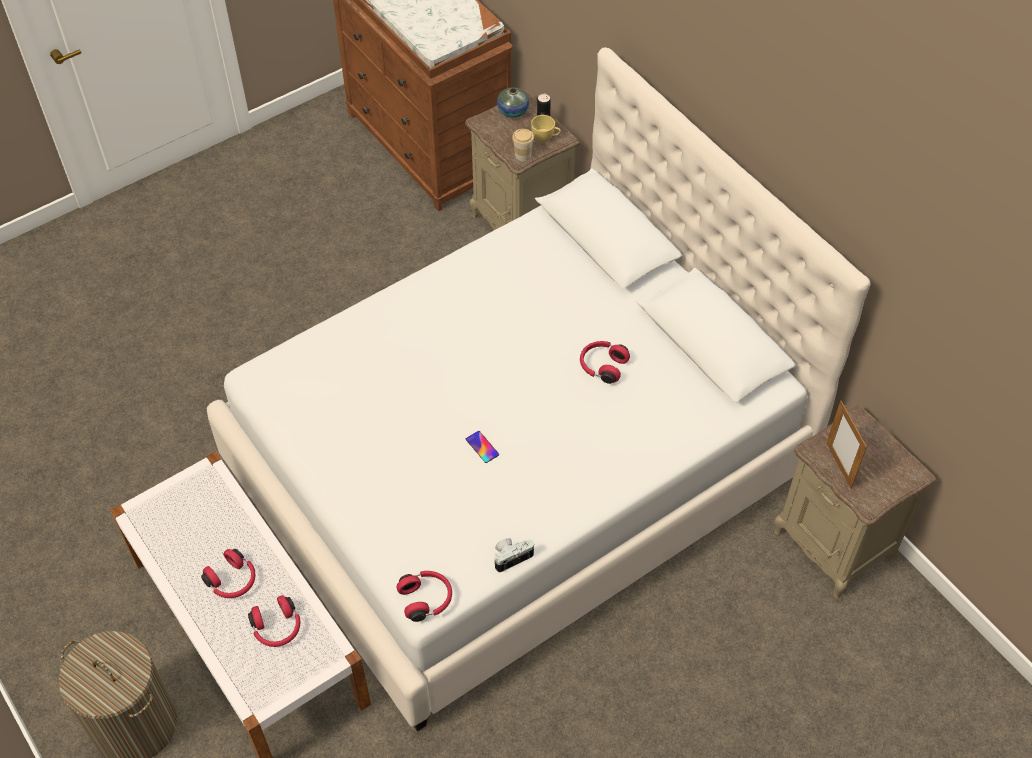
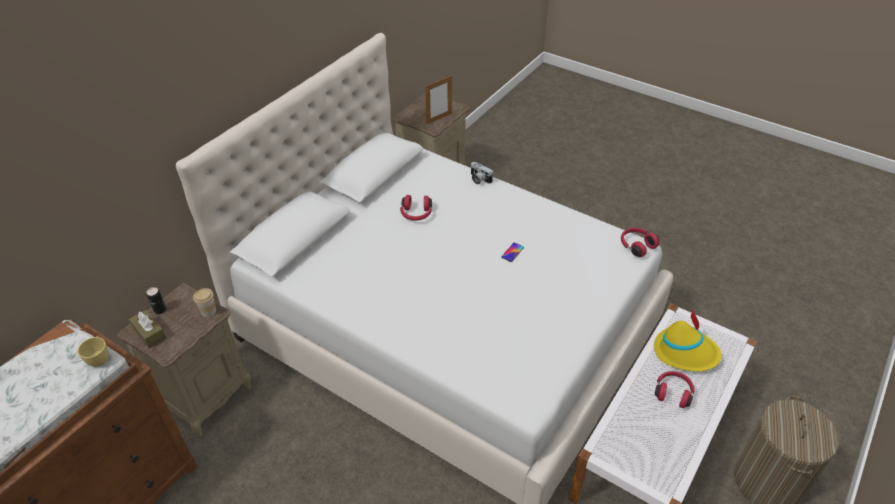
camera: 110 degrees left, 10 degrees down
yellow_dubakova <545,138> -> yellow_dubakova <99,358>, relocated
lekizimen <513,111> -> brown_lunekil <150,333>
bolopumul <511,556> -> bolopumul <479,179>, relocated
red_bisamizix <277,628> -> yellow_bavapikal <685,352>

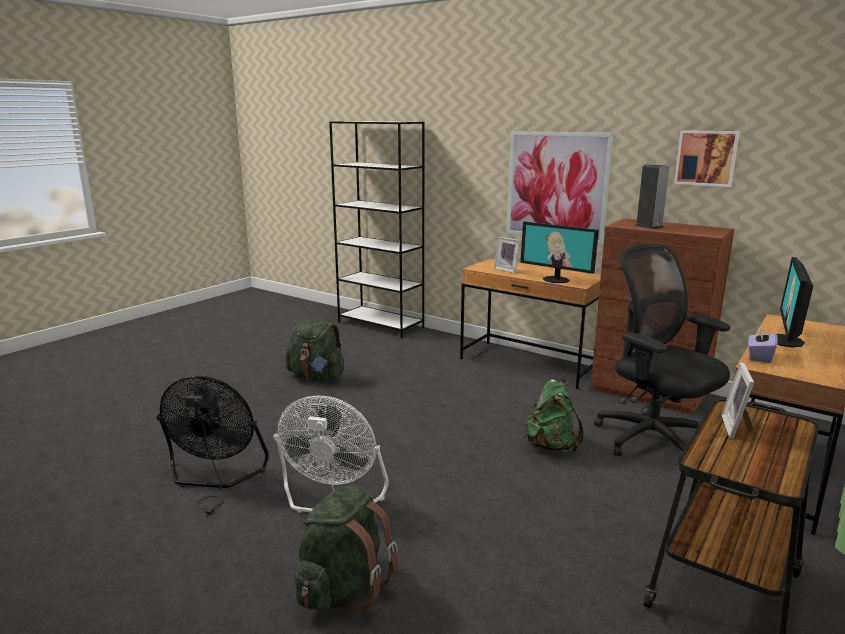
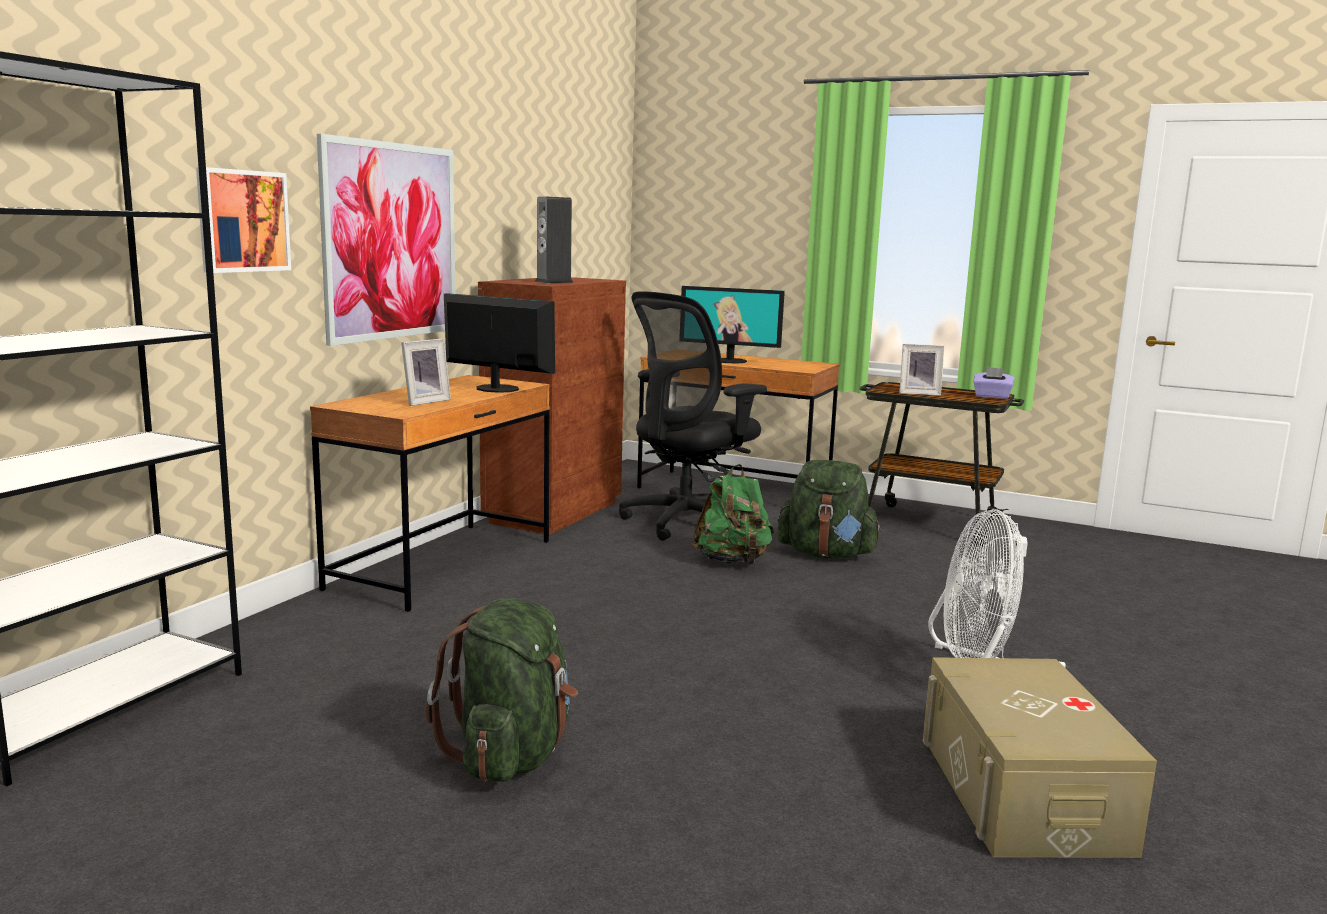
camera: 100 degrees left, 5 degrees down
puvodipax <706,158> -> puvodipax <241,221>, relocated
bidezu <556,279> -> bidezu <496,389>, 90 degrees counterclockwise
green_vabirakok <344,588> -> green_vabirakok <826,554>, relocated
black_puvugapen <212,479> -> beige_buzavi <1022,792>
purple_lunekil <759,356> -> purple_lunekil <992,396>, relocated

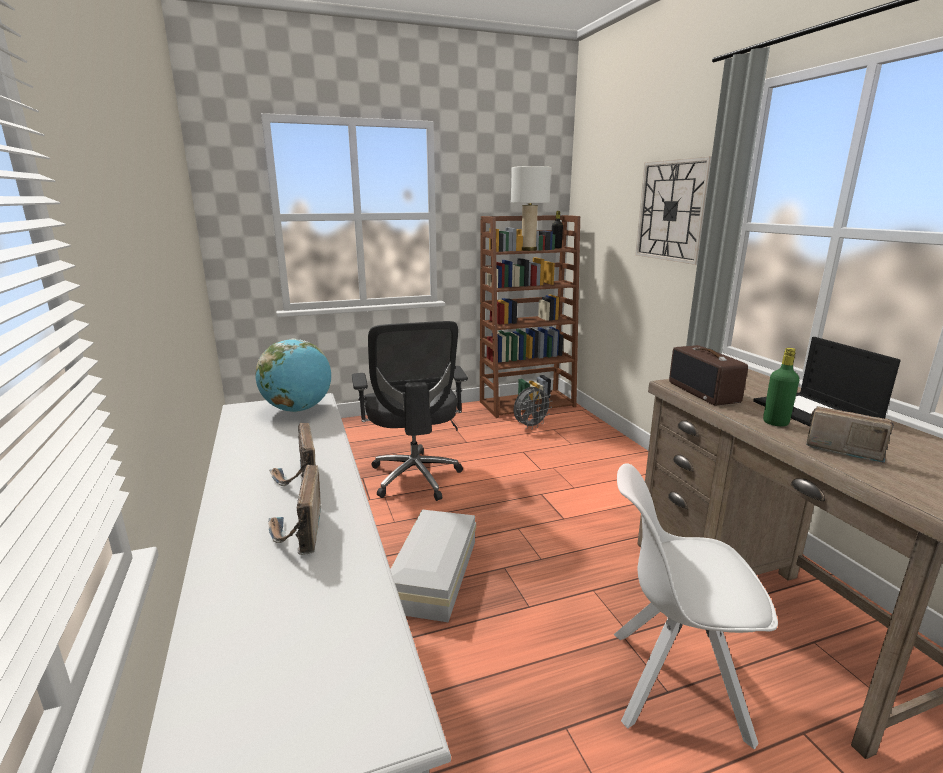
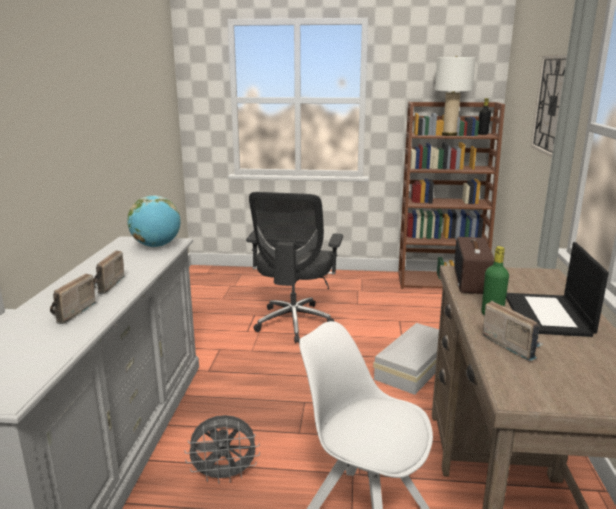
camera: 25 degrees right, 0 degrees up
grey_puvugapen <530,426> -> grey_puvugapen <225,476>, relocated
white_buzavi <436,573> -> white_buzavi <416,366>, relocated

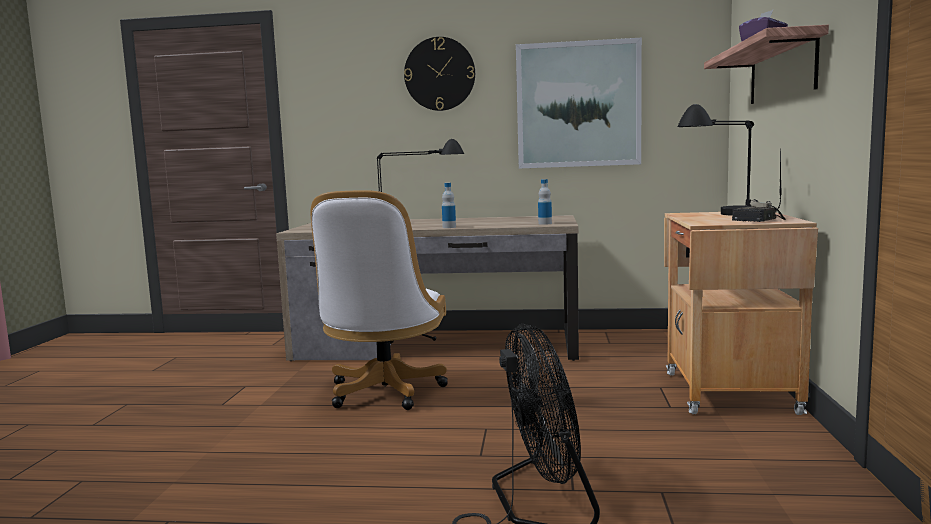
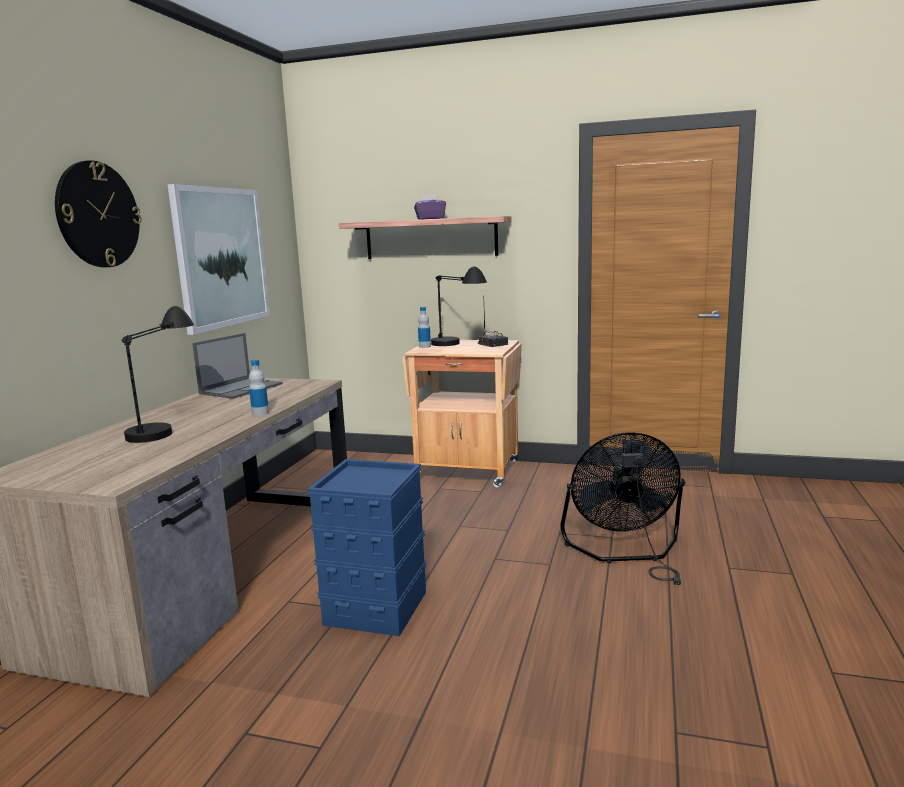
camera: 80 degrees left, 5 degrees up
none -> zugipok <242,388>
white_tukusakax <383,396> -> blue_buzavi <376,609>
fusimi <545,223> -> fusimi <424,346>, relocated

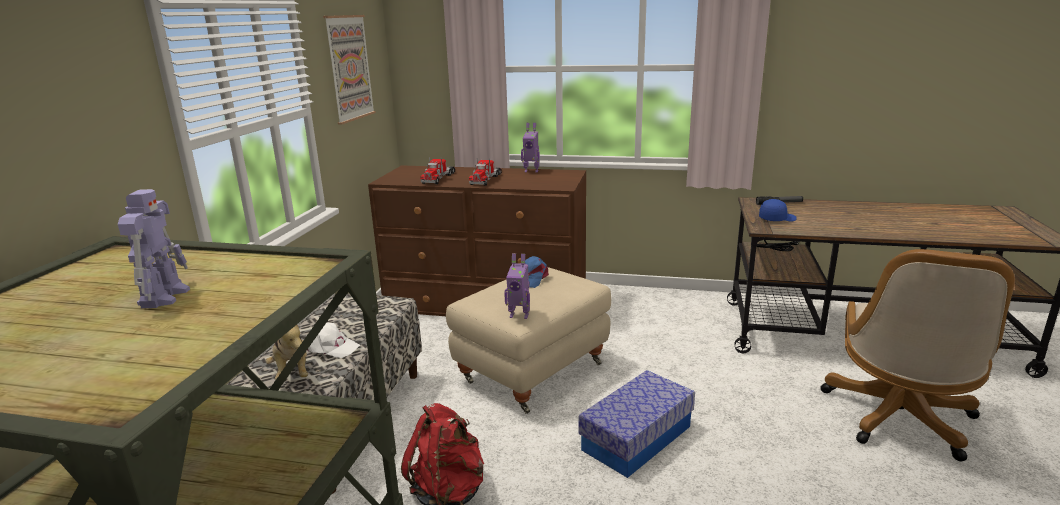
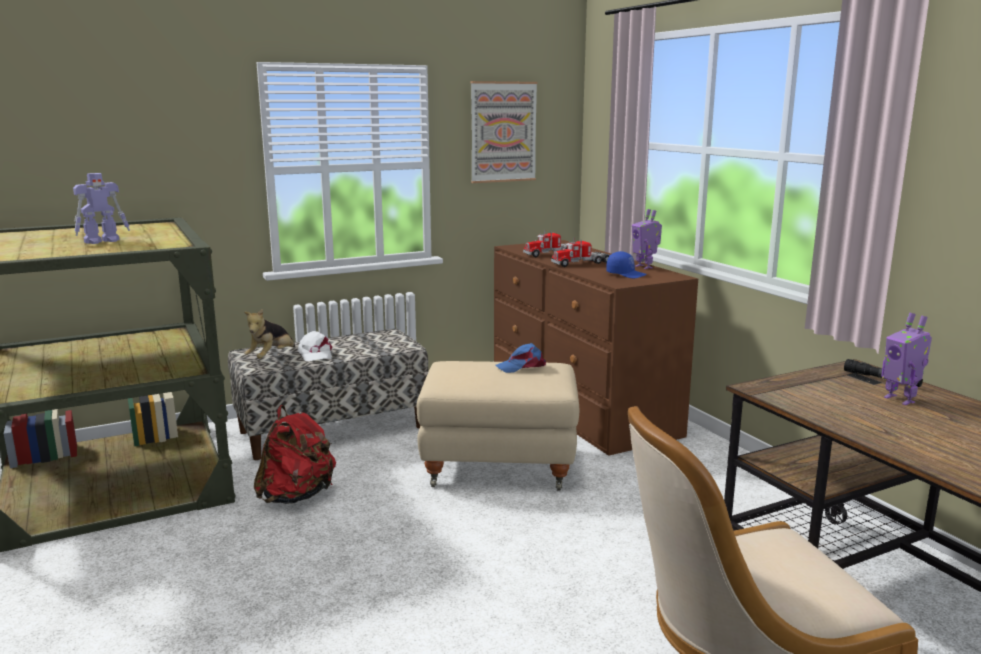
camera: 50 degrees right, 5 degrees down
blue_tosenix <777,219> -> blue_tosenix <626,274>, relocated
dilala <519,315> -> dilala <900,399>, relocated
buzavi <636,438> -> none

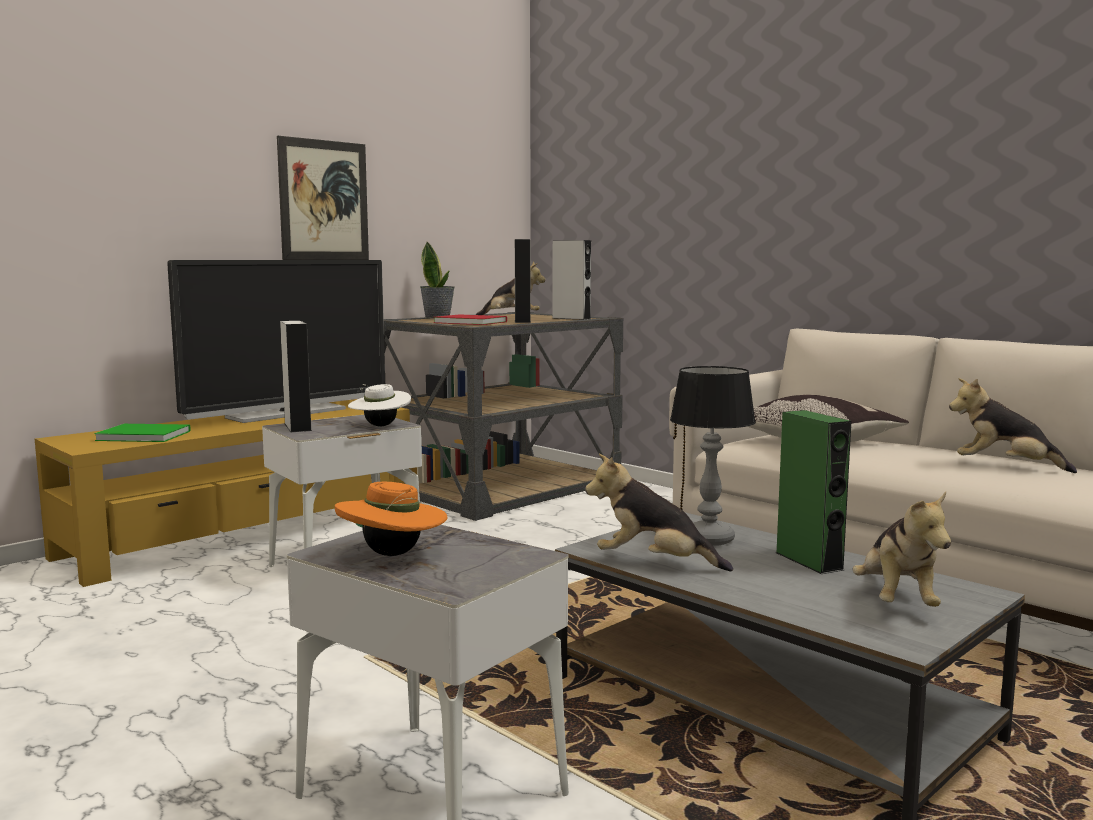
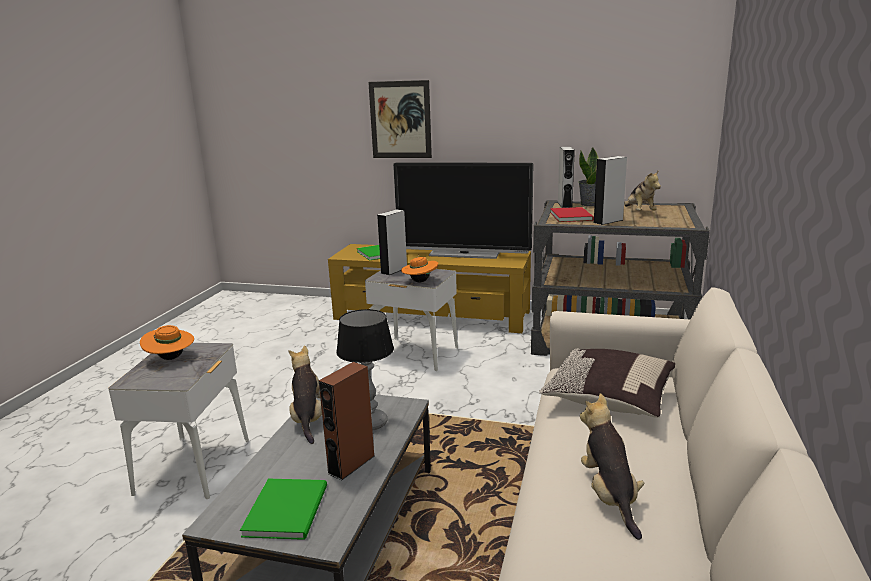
camera: 60 degrees right, 10 degrees up
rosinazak <896,601> -> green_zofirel <289,509>
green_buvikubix <809,561> -> brown_buvikubix <351,464>
puvodipax <324,200> -> puvodipax <400,120>, relocated
white_bavapikal <380,426> -> orange_bavapikal <420,281>
grey_buvikubix <571,318> -> grey_buvikubix <564,205>, relocated

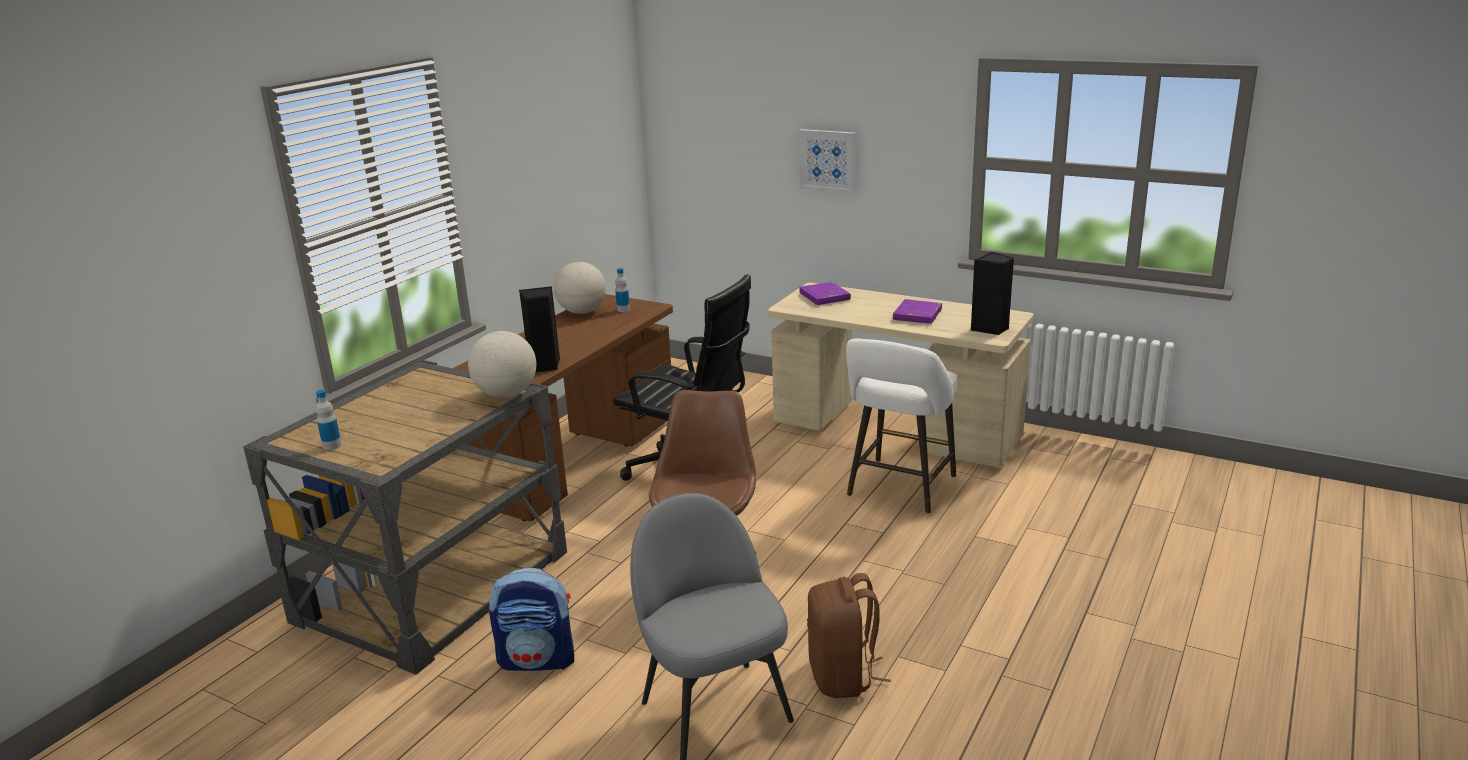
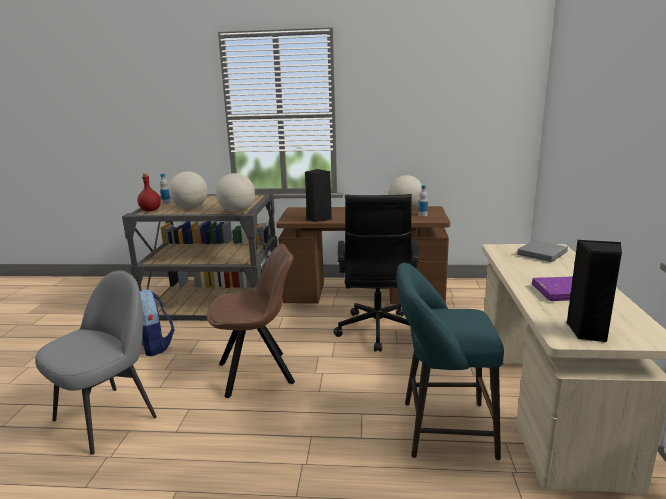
camera: 65 degrees right, 5 degrees down
none -> red_fusimi <150,210>
none -> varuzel <190,208>
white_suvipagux <899,489> -> turquoise_suvipagux <441,429>
purple_zofirel <824,297> -> grey_zofirel <541,254>
puvodipax <828,160> -> none
brown_vabirakok <843,677> -> none

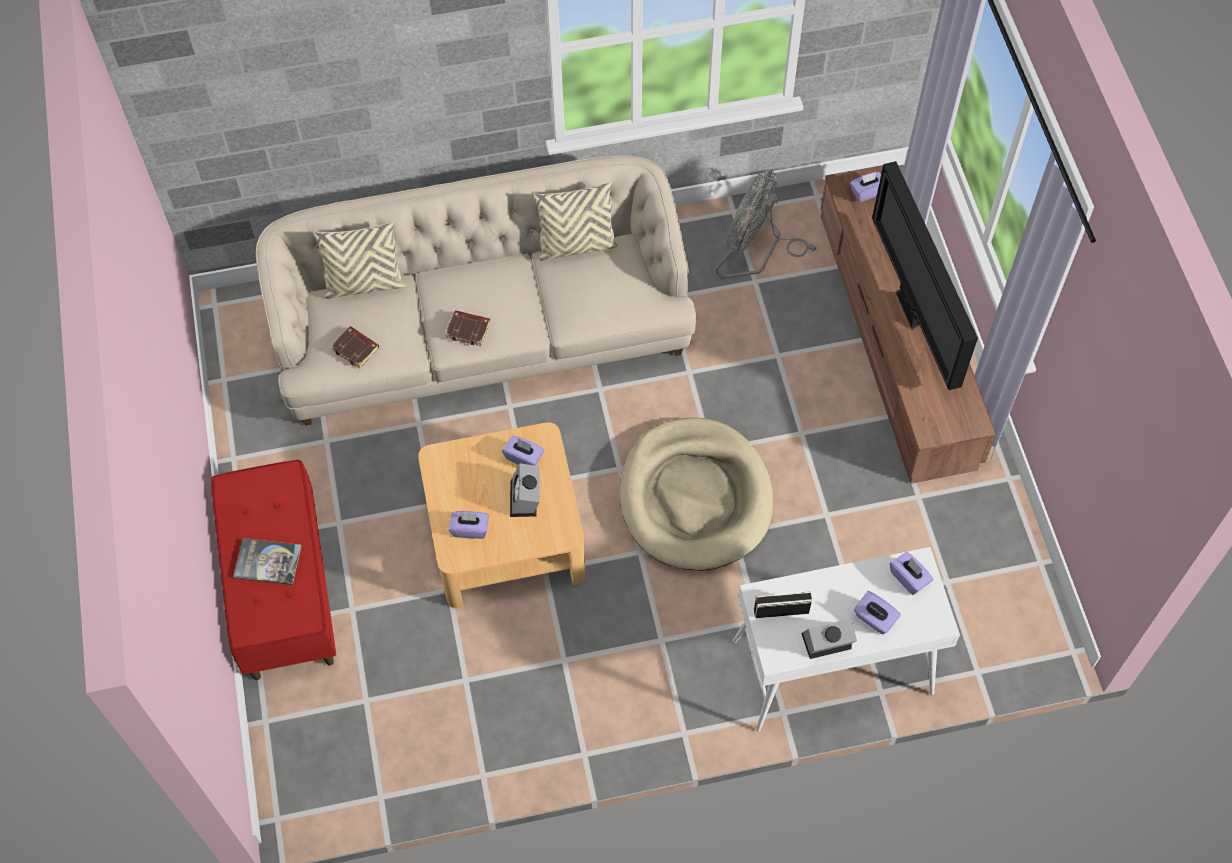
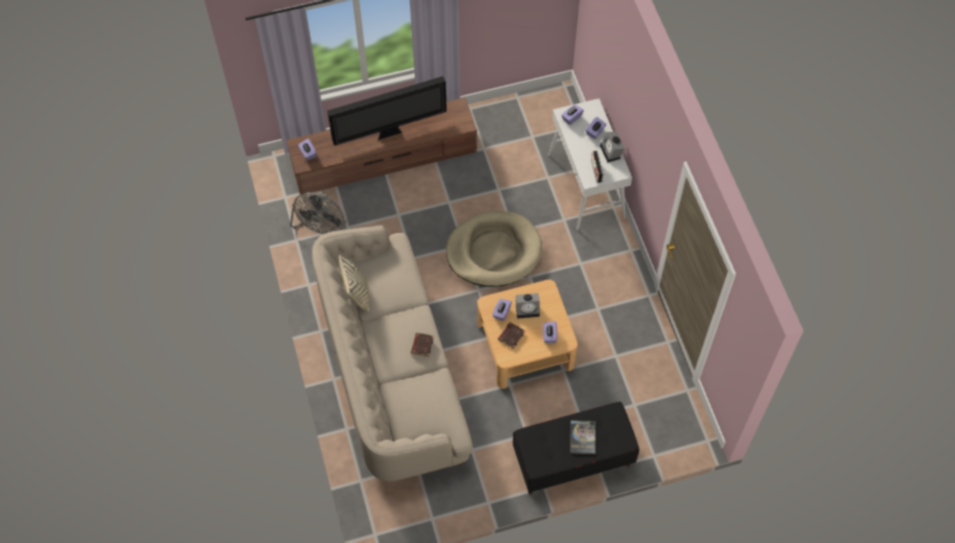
camera: 95 degrees left, 0 degrees up
brown_zofirel <356,349> -> brown_zofirel <511,335>, relocated
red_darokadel <282,589> -> black_darokadel <572,459>
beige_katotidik <364,284> -> none

